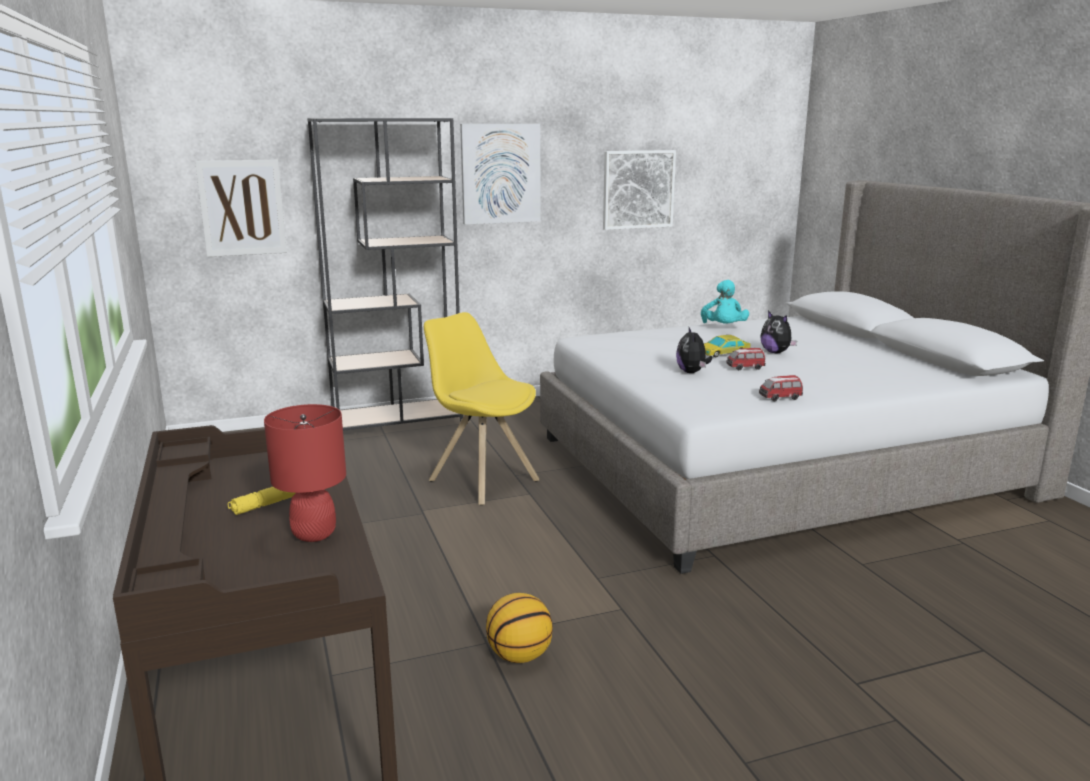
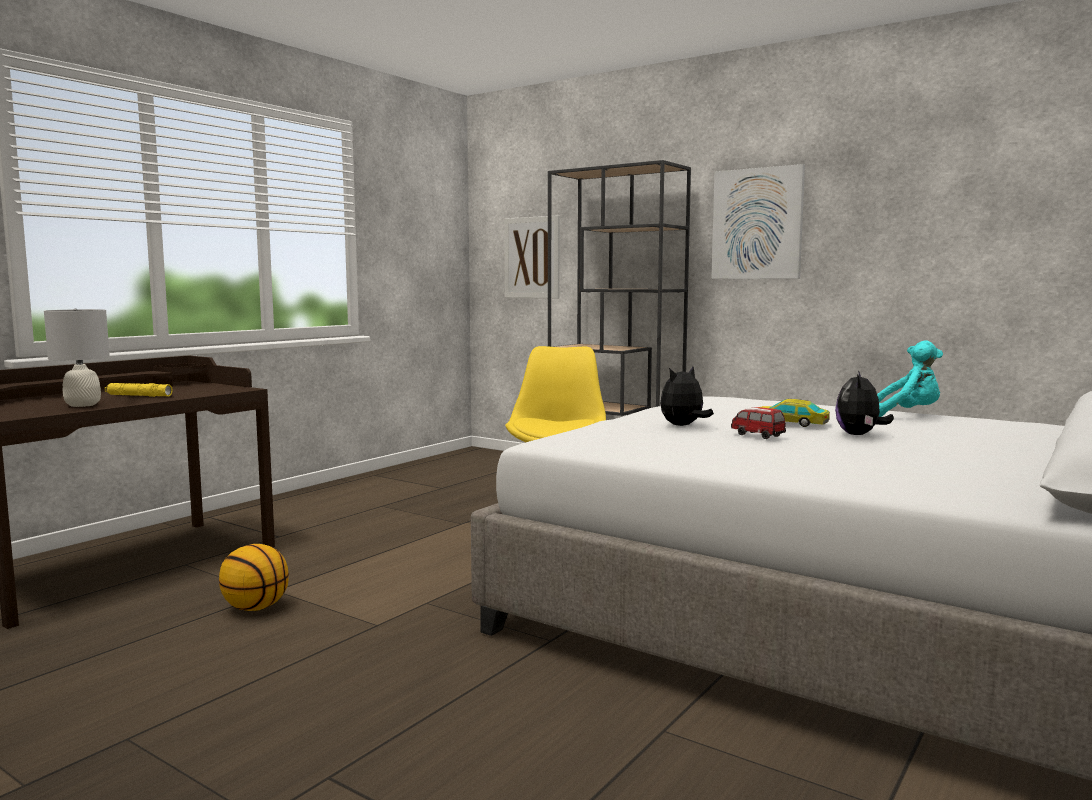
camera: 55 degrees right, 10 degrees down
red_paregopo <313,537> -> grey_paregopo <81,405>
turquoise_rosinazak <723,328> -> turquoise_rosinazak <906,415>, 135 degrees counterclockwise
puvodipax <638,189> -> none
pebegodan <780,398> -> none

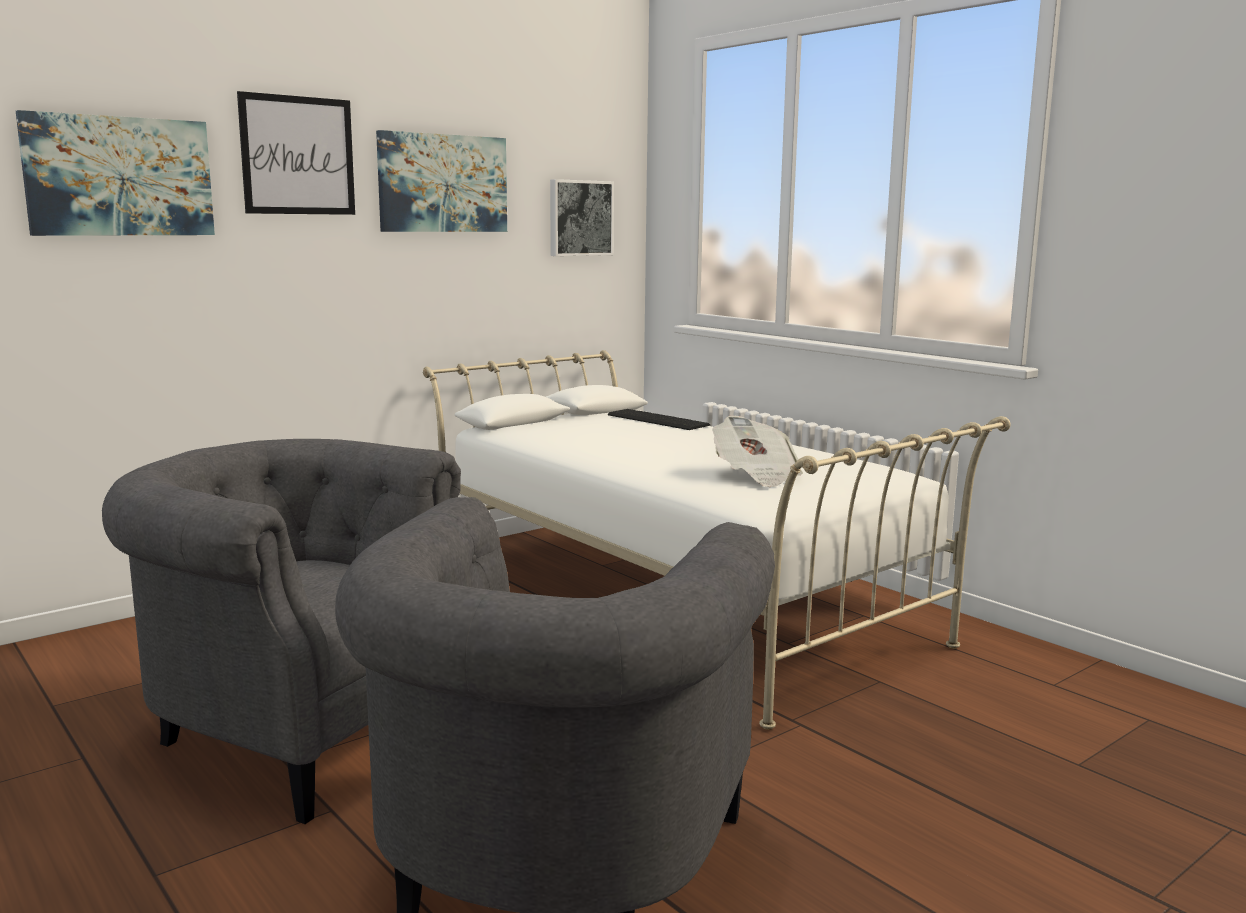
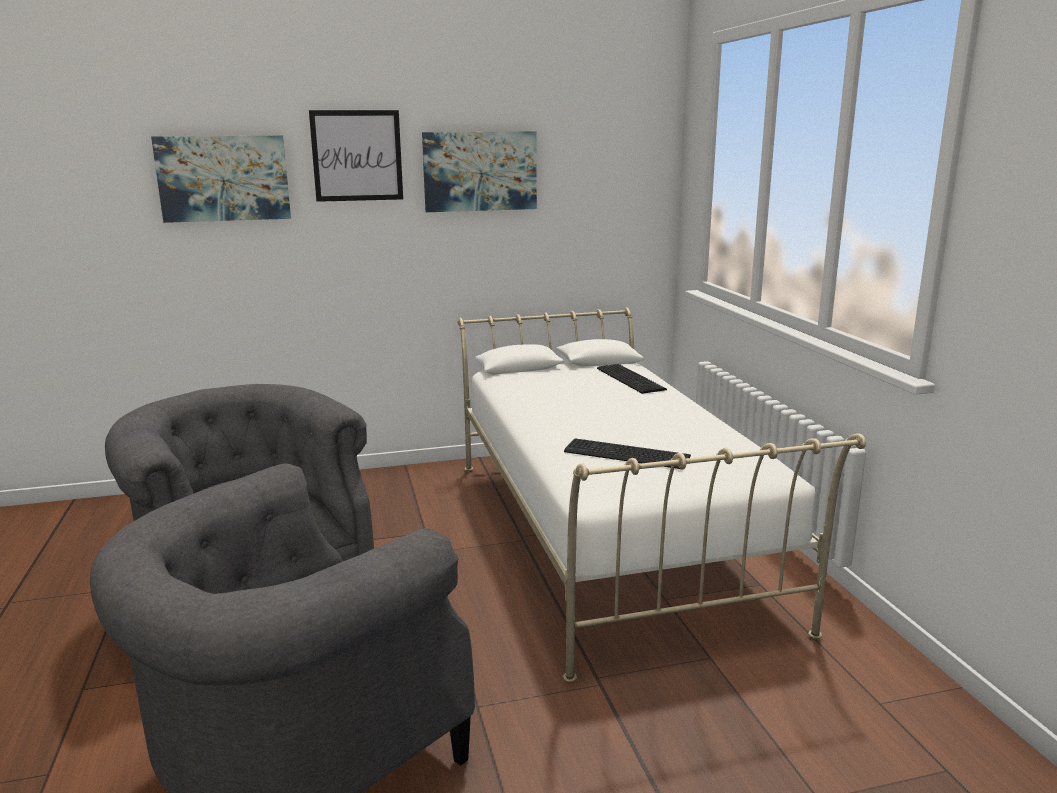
camera: 25 degrees right, 5 degrees up
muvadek <756,475> -> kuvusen <627,455>
puvodipax <580,218> -> none

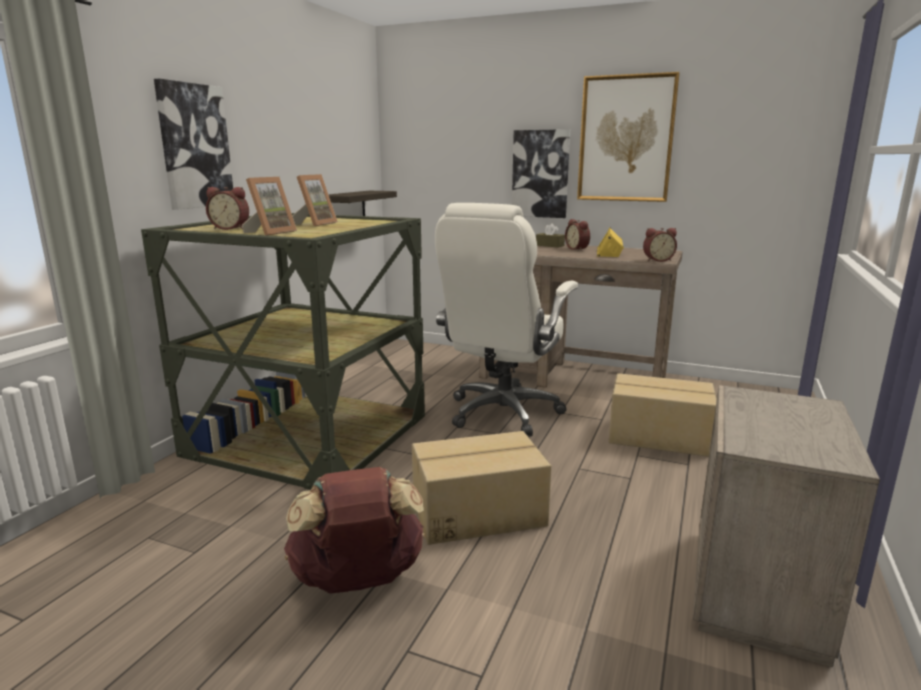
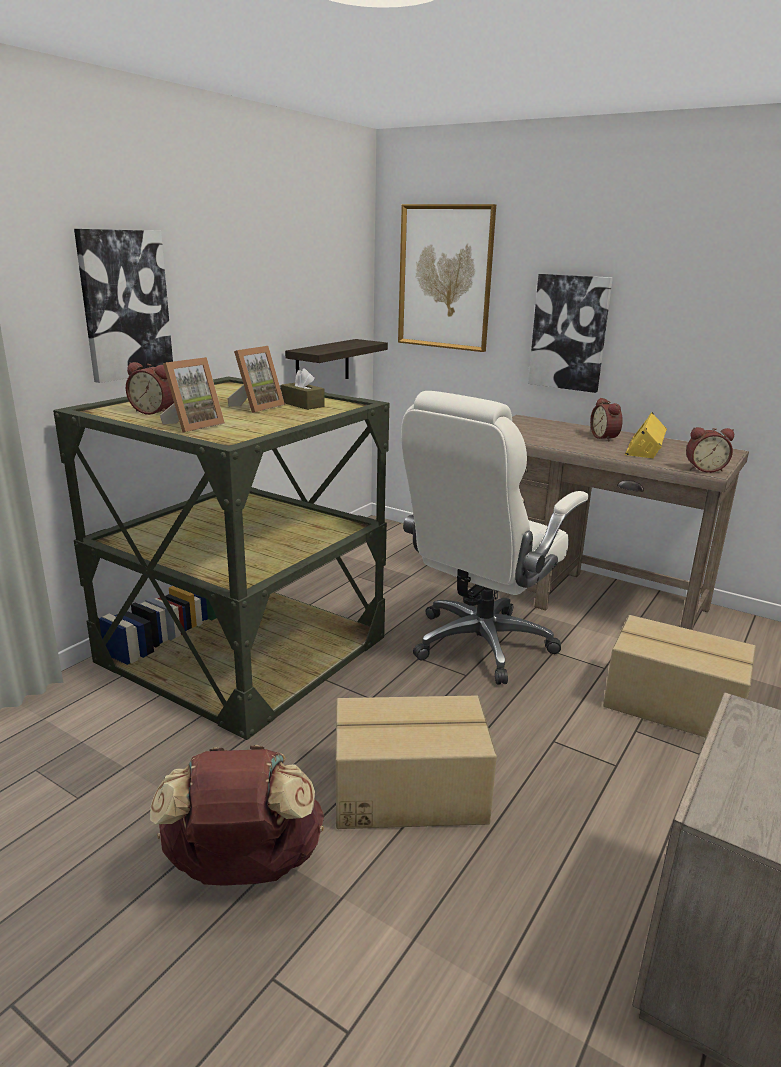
camera: 10 degrees right, 5 degrees up
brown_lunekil <550,245> -> brown_lunekil <303,404>, relocated
puvodipax <626,139> -> puvodipax <445,278>, relocated

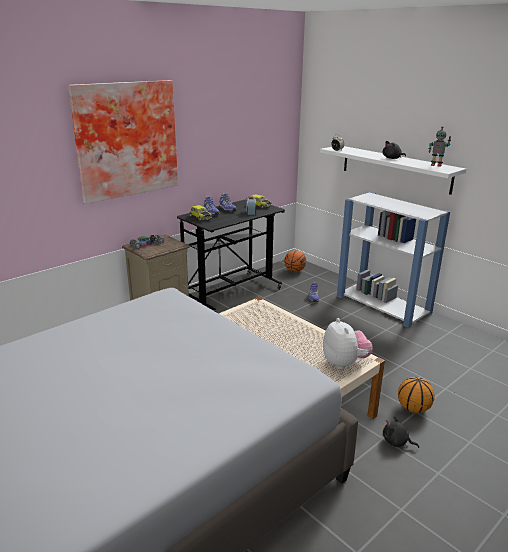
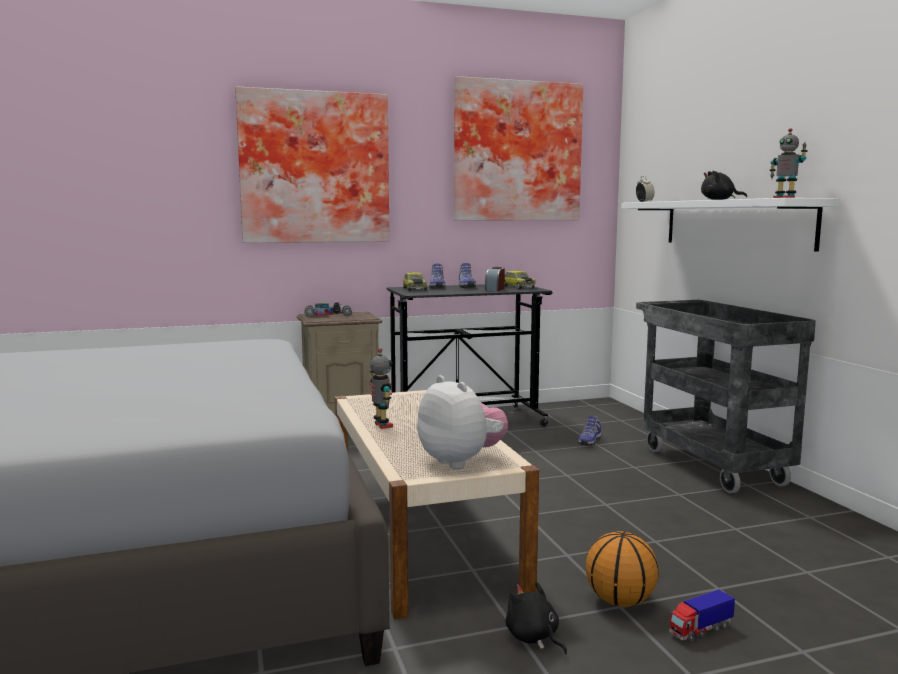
camera: 25 degrees right, 15 degrees down
none -> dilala <382,425>
rosinazak <344,363> -> rosinazak <461,461>, 45 degrees counterclockwise
none -> puvodipax <516,152>
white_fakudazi <383,304> -> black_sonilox <708,465>
none -> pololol <700,630>
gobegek <294,271> -> none

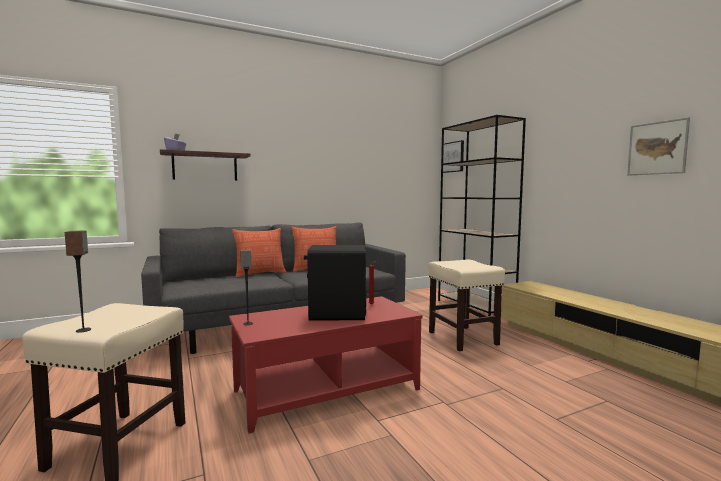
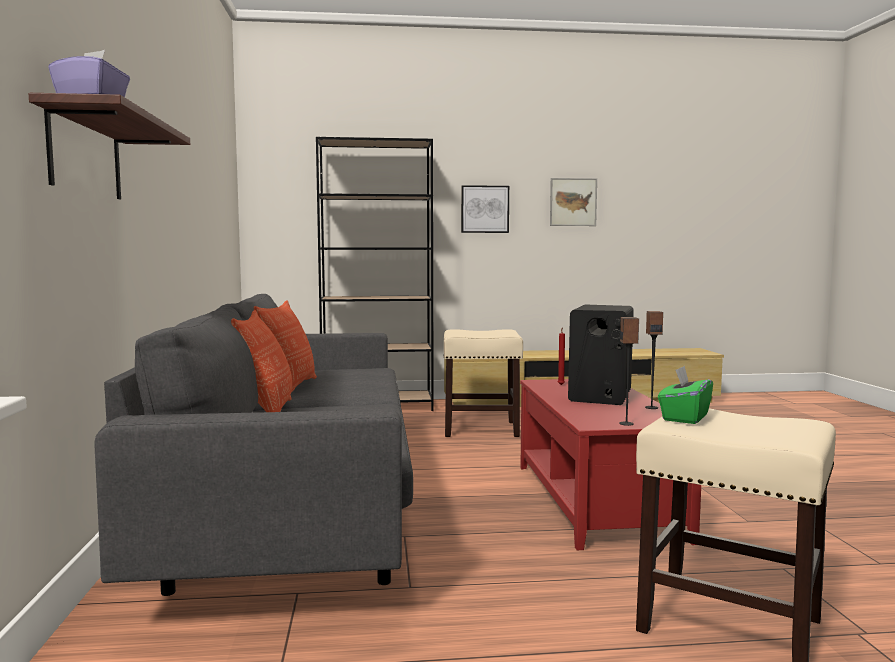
camera: 70 degrees left, 0 degrees up
puvodipax <453,157> -> puvodipax <484,209>, relocated
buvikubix <83,330> -> buvikubix <651,407>, relocated
none -> green_lunekil <684,417>

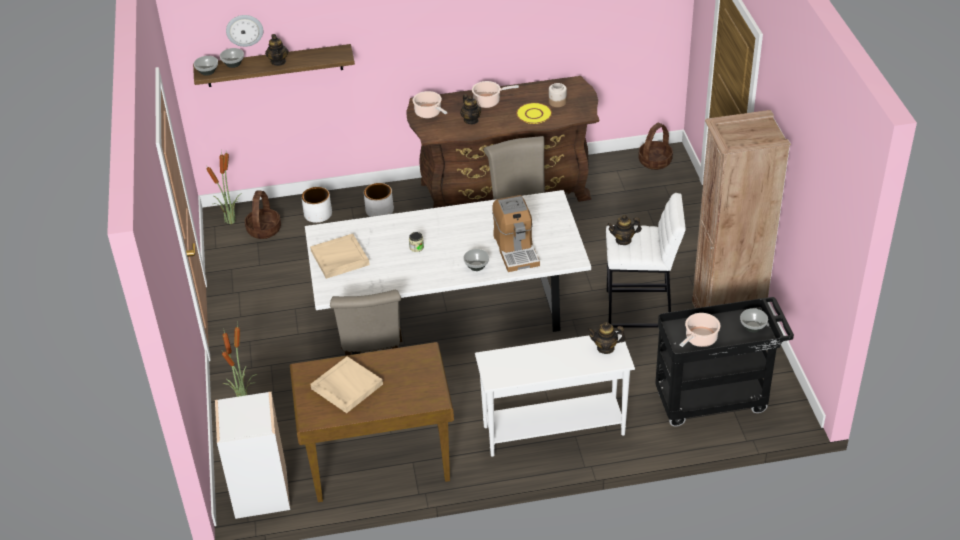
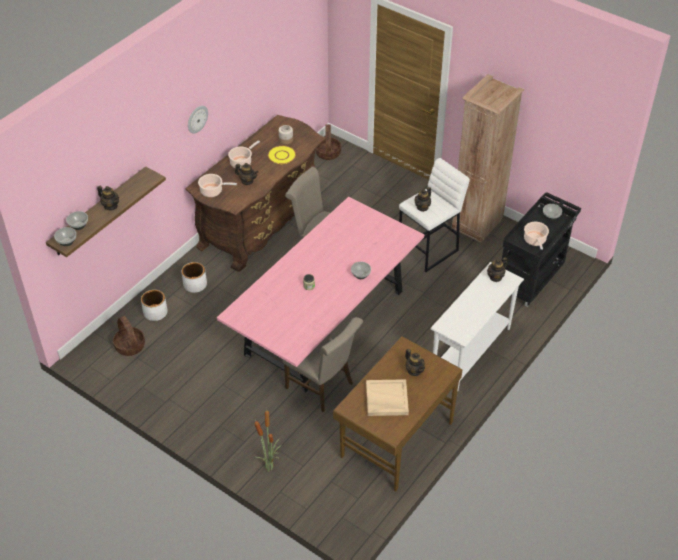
camera: 45 degrees left, 5 degrees up
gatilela <244,30> -> gatilela <197,119>, relocated
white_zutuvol <449,312> -> pink_zutuvol <324,322>
none -> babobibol <414,370>
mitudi <231,222> -> none
fakudazi <260,492> -> none
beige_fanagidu <339,258> -> none
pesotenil <516,250> -> none

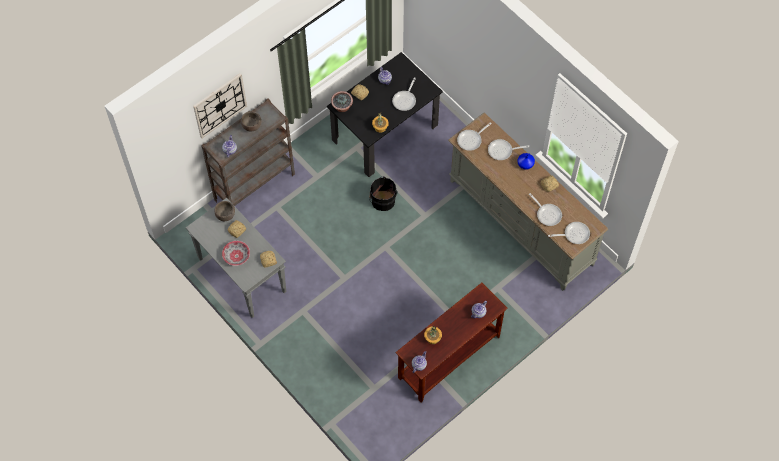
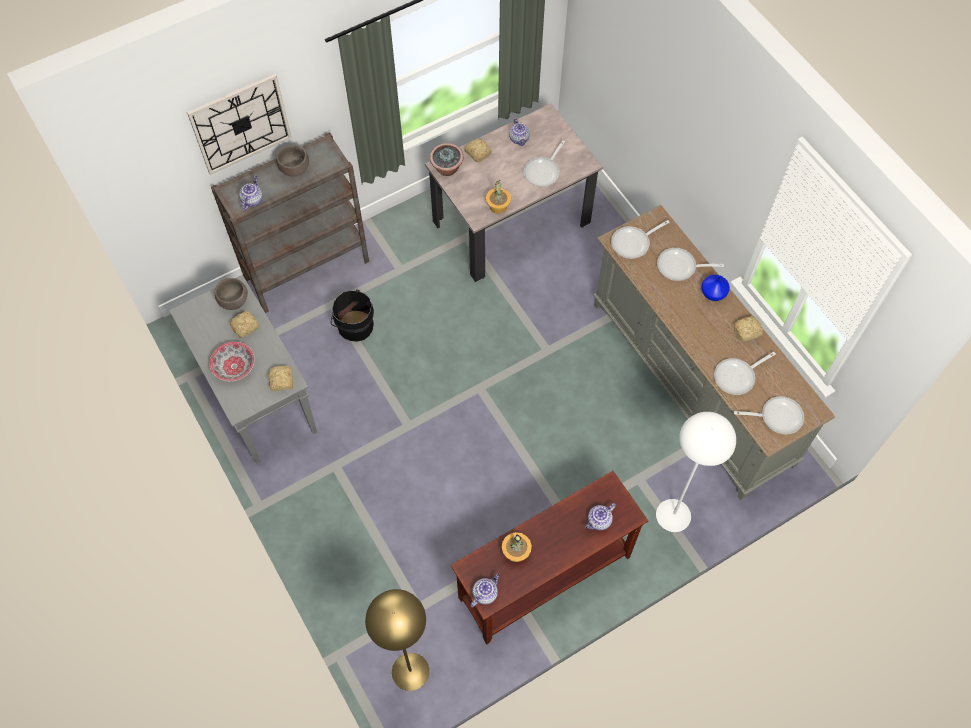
camera: 10 degrees right, 0 degrees up
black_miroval <382,200> -> black_miroval <354,325>, relocated
none -> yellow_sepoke <410,671>
black_zutuvol <385,133> -> beige_zutuvol <511,222>
none -> white_sepoke <673,515>
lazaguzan <547,214> -> lazaguzan <737,377>, 90 degrees clockwise

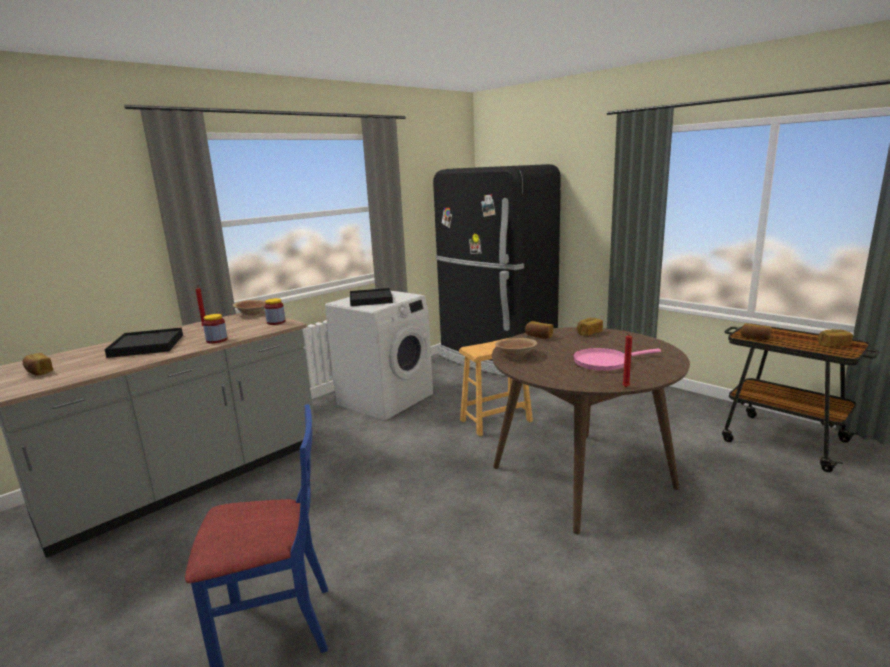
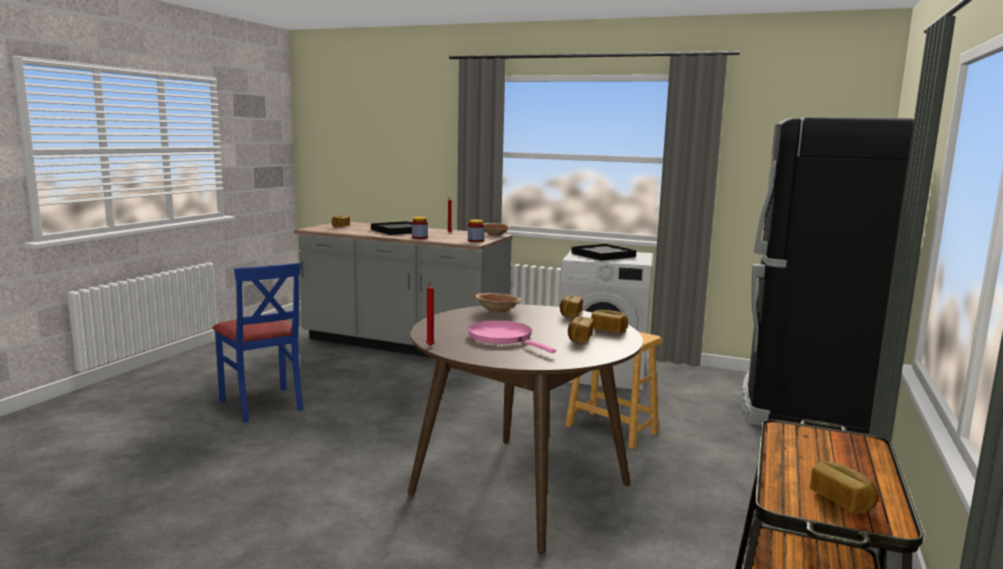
camera: 65 degrees right, 5 degrees down
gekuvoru <755,338> -> gekuvoru <579,338>, relocated

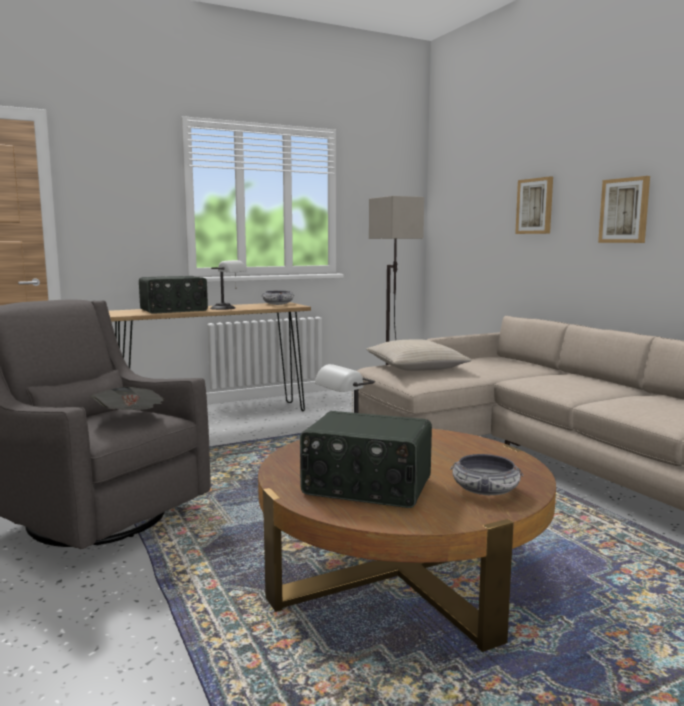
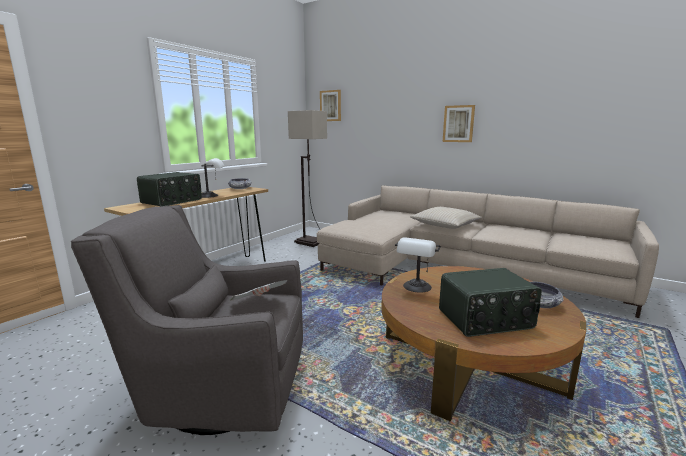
camera: 30 degrees left, 5 degrees up
puvodipax <535,206> -> puvodipax <330,106>, relocated
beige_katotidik <416,367> -> beige_katotidik <445,225>, relocated

